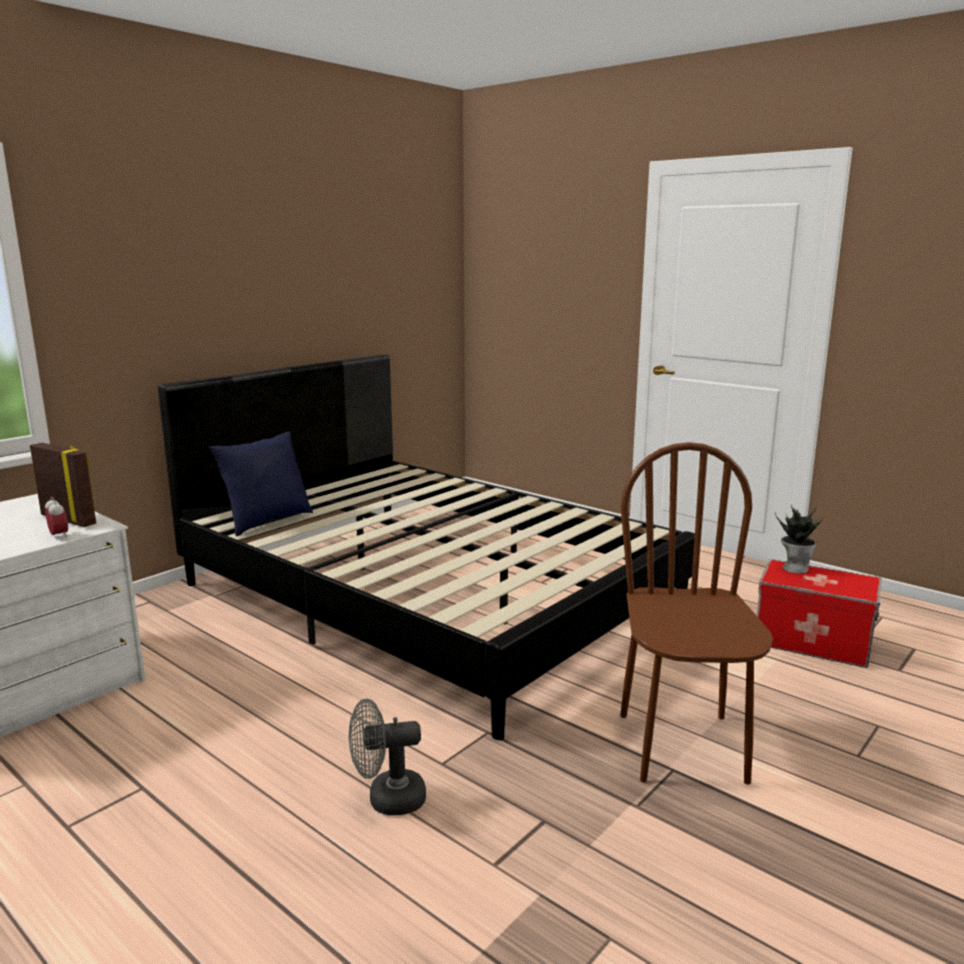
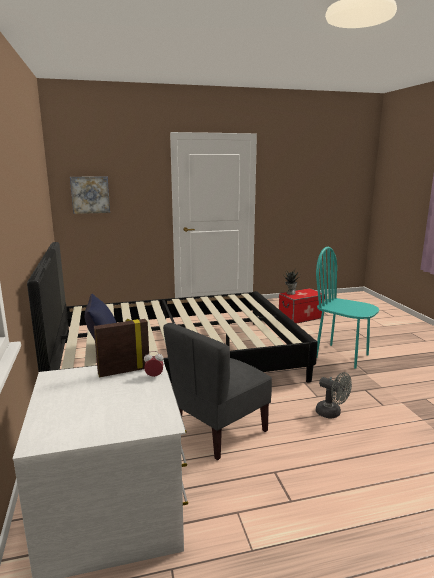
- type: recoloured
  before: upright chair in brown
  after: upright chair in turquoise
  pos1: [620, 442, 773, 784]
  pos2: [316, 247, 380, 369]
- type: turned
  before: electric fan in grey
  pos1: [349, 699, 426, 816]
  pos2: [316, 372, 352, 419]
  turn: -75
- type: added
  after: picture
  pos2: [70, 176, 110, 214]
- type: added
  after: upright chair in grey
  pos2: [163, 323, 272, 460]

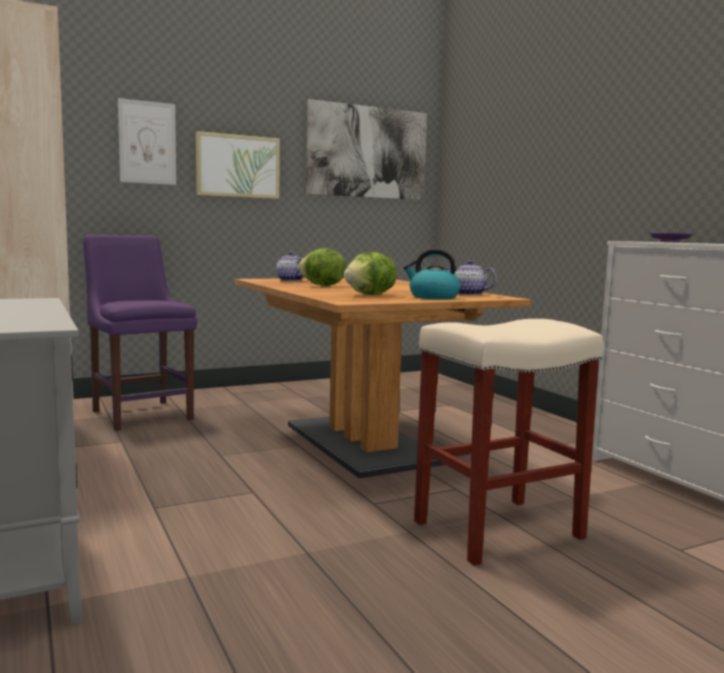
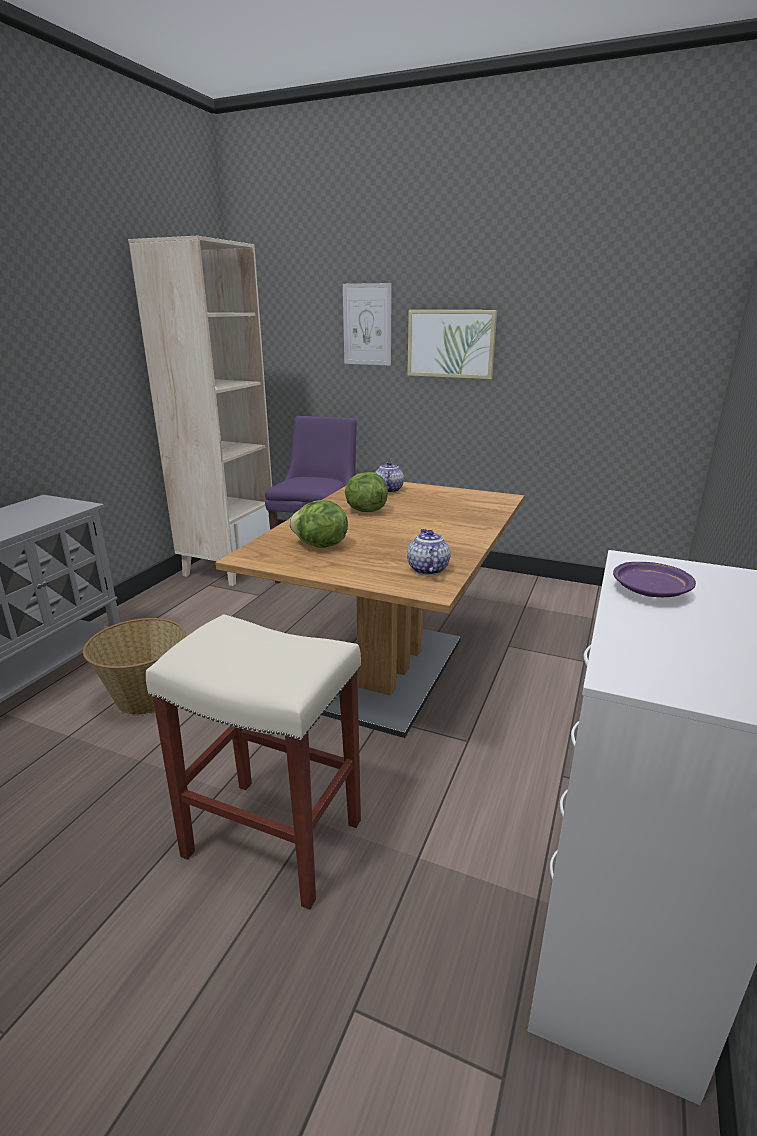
- type: removed
  before: picture
  pos1: [306, 99, 427, 200]
- type: removed
  before: water kettle
  pos1: [404, 249, 460, 299]
- type: added
  after: household basket
  pos2: [83, 618, 186, 715]

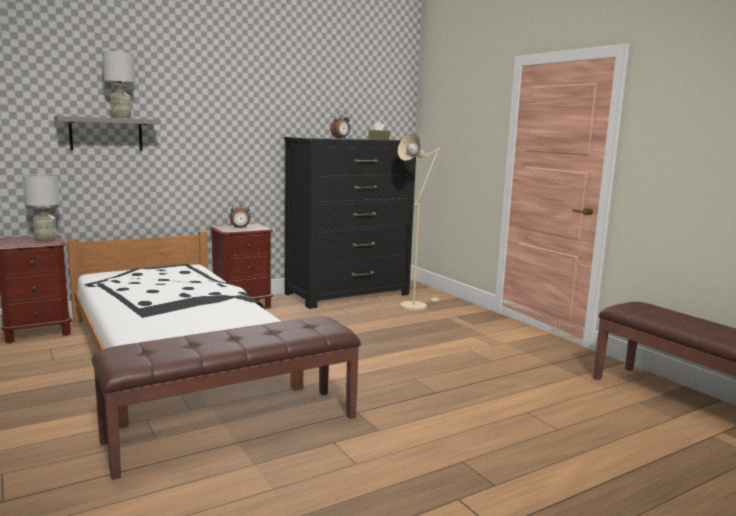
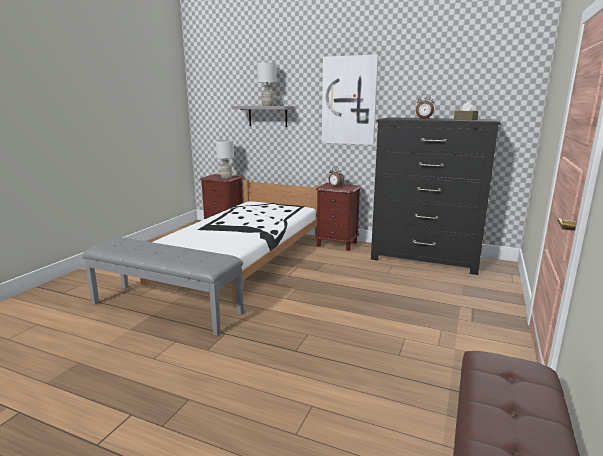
- type: removed
  before: standing lamp in sand-coloured
  pos1: [398, 133, 442, 311]
- type: recoloured
  before: bench in brown
  after: bench in grey
  pos1: [91, 316, 361, 480]
  pos2: [82, 238, 244, 336]
- type: added
  after: picture
  pos2: [322, 54, 379, 145]

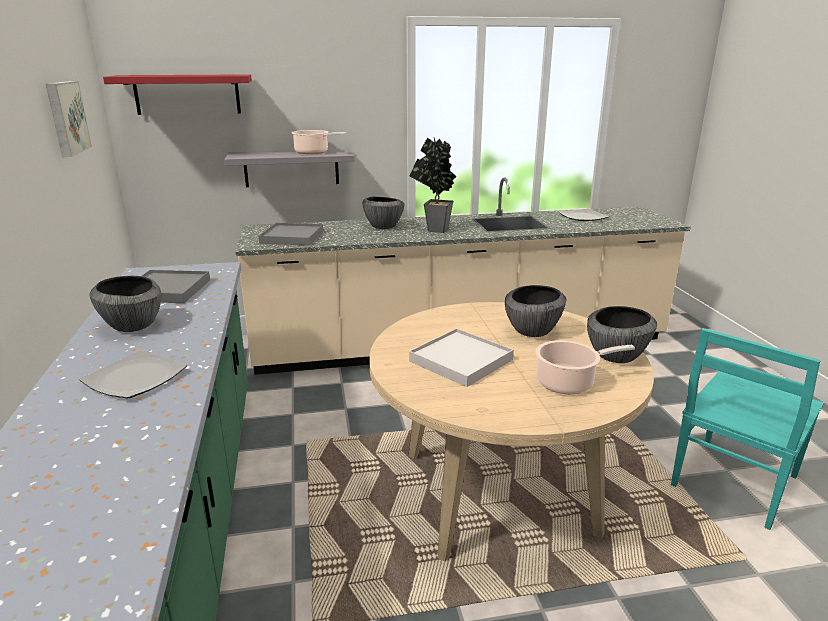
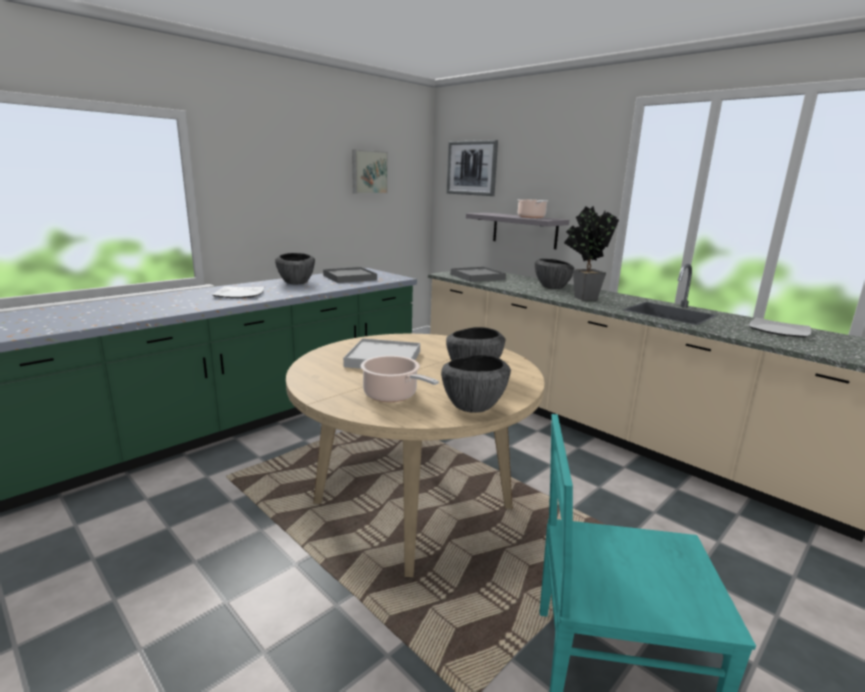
- type: replaced
  before: bracket shelf in reddish
  after: picture
  pos1: [103, 74, 252, 115]
  pos2: [447, 140, 498, 196]

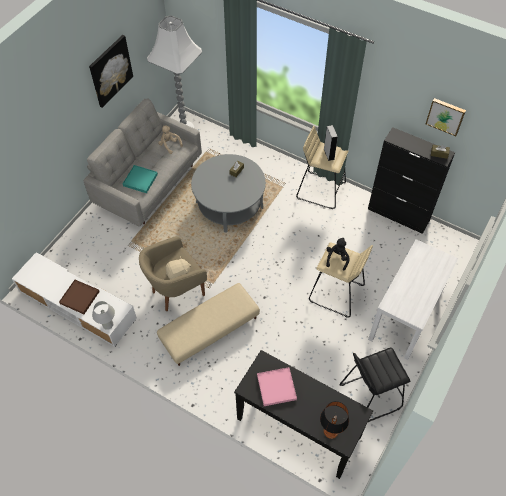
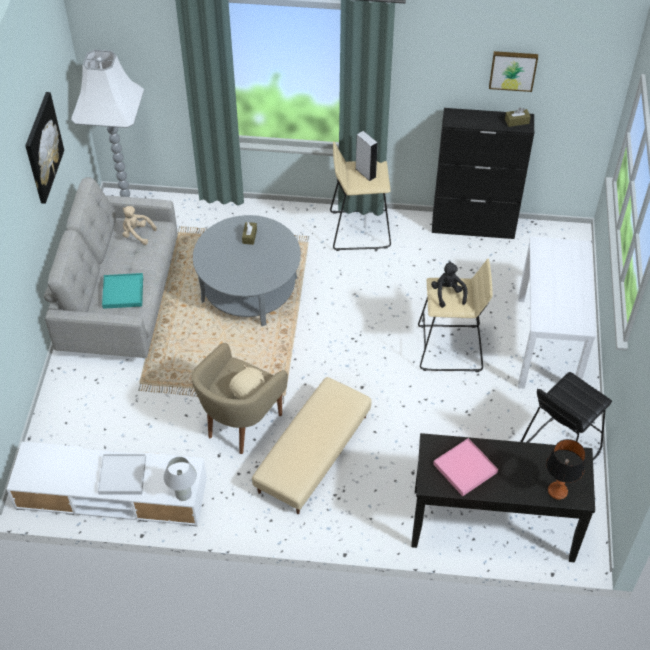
- type: recoloured
  before: tray in brown
  after: tray in white-coloured
  pos1: [59, 280, 100, 314]
  pos2: [98, 454, 146, 495]

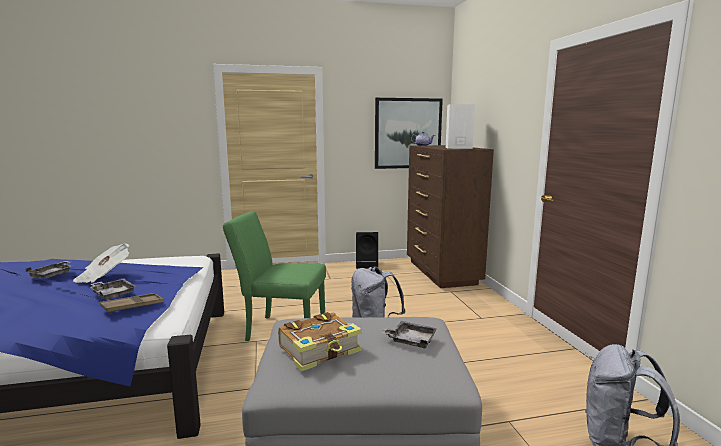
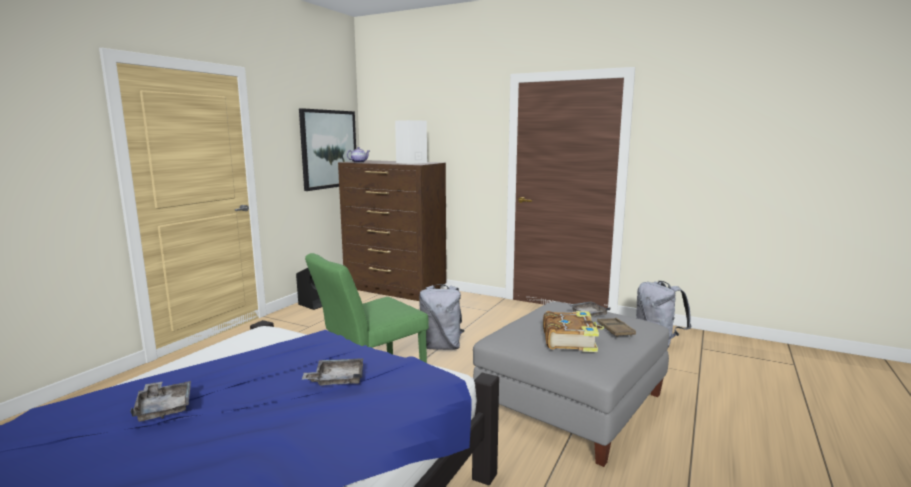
- type: removed
  before: daily paper
  pos1: [73, 243, 130, 283]
- type: moved
  before: tray in brown
  pos1: [100, 293, 164, 314]
  pos2: [597, 318, 636, 337]

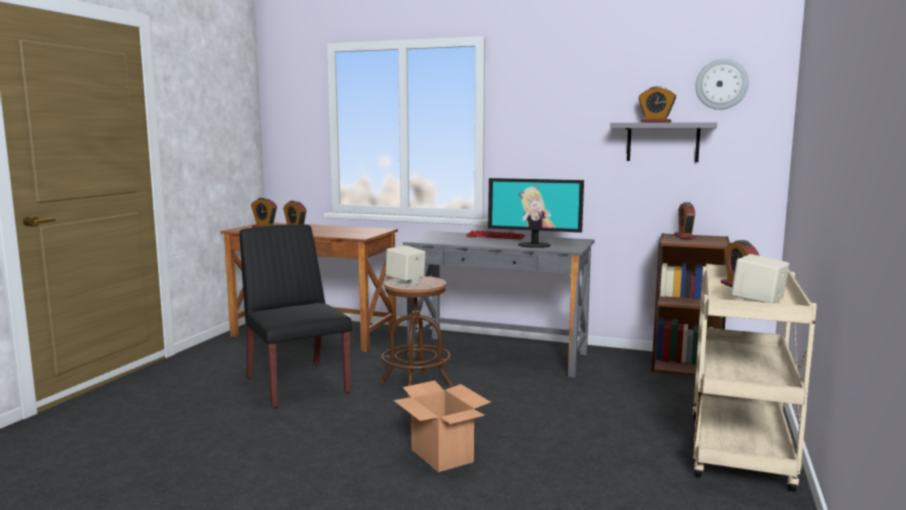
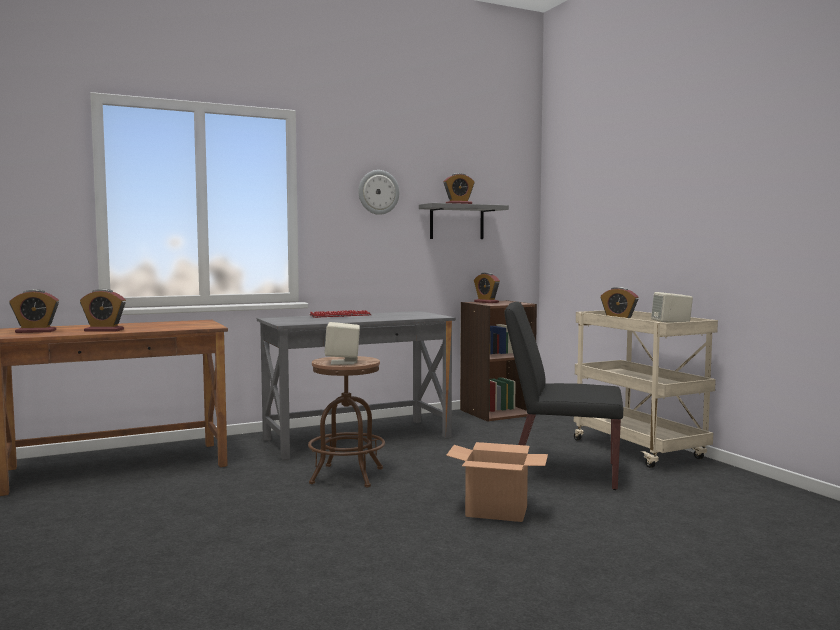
- type: moved
  before: clock on the wall
  pos1: [696, 59, 749, 110]
  pos2: [358, 170, 399, 215]
- type: removed
  before: monitor
  pos1: [488, 178, 584, 248]
- type: moved
  before: upright chair in black-coloured
  pos1: [240, 224, 352, 408]
  pos2: [505, 302, 623, 490]

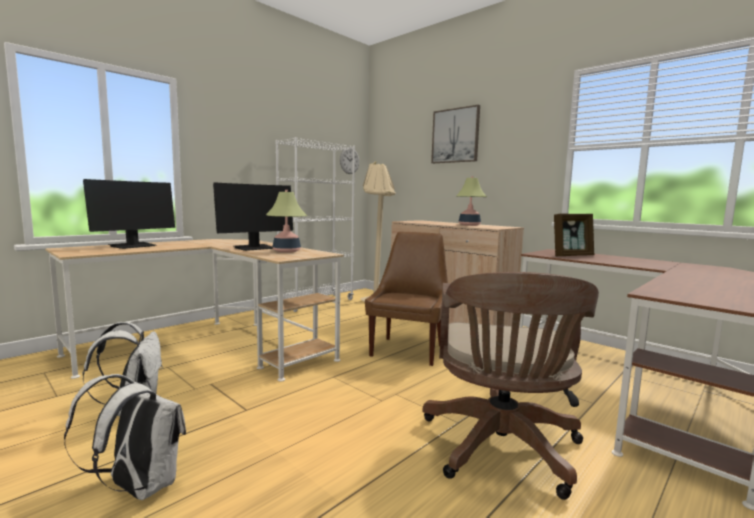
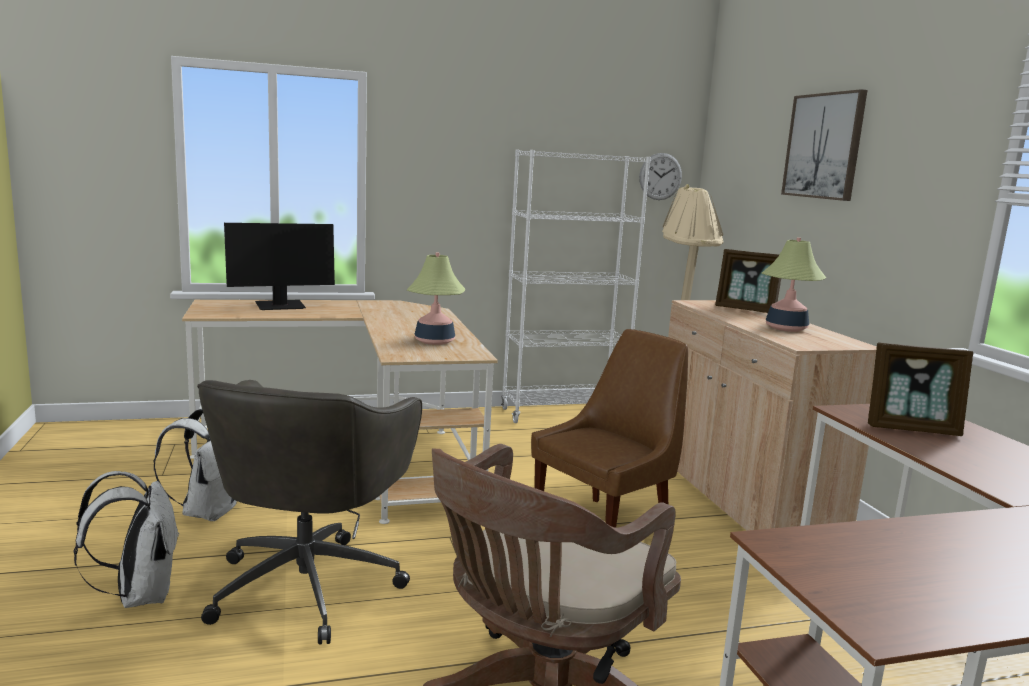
- type: removed
  before: monitor
  pos1: [213, 182, 293, 251]
- type: added
  after: picture frame
  pos2: [715, 249, 781, 313]
- type: added
  after: desk chair in grey
  pos2: [197, 380, 422, 644]

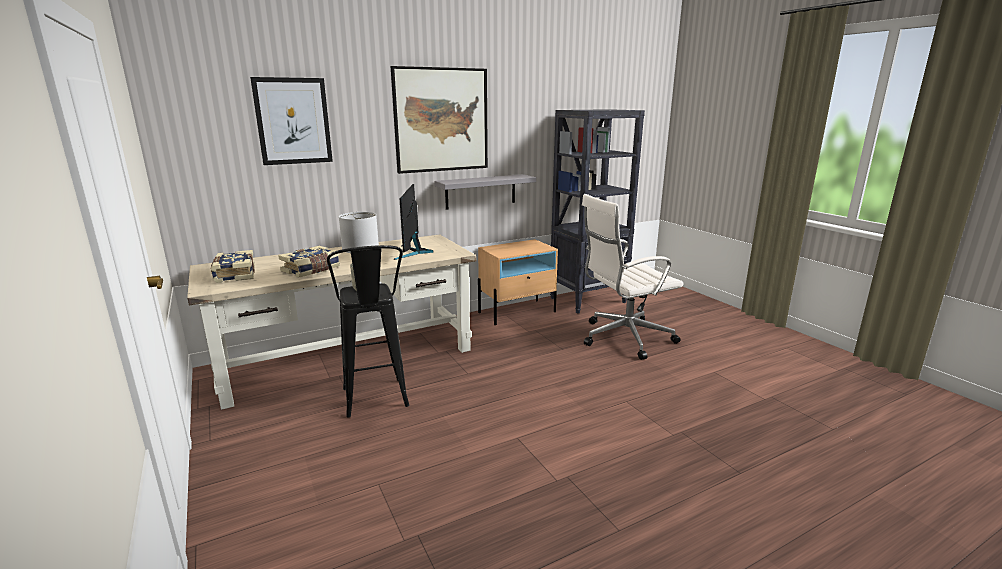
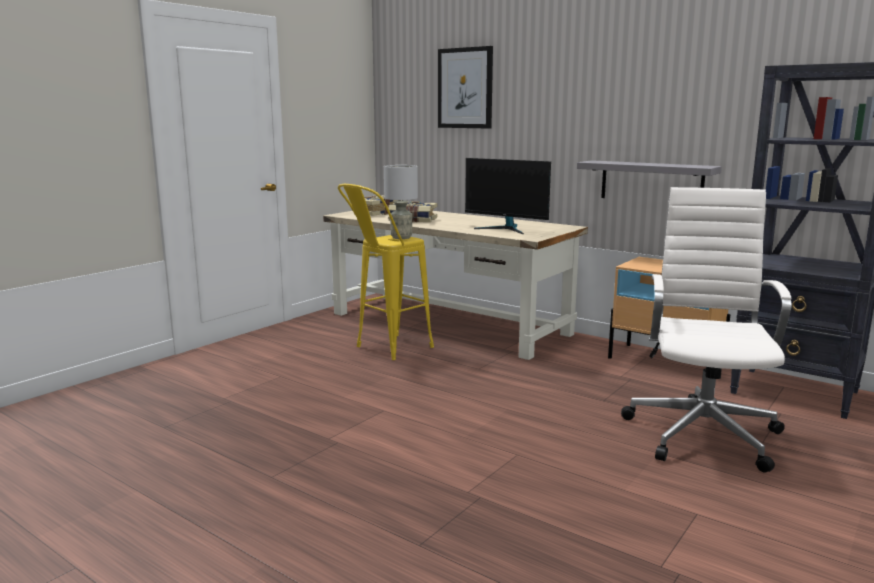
- type: removed
  before: picture
  pos1: [391, 66, 488, 174]
- type: turned
  before: monitor
  pos1: [393, 184, 434, 260]
  pos2: [465, 158, 551, 234]
  turn: -120
- type: turned
  before: desk chair in white-coloured
  pos1: [582, 194, 683, 360]
  pos2: [621, 187, 792, 473]
  turn: 60
- type: recoloured
  before: stool in black-coloured
  after: stool in yellow-coloured
  pos1: [327, 245, 409, 417]
  pos2: [338, 184, 434, 360]

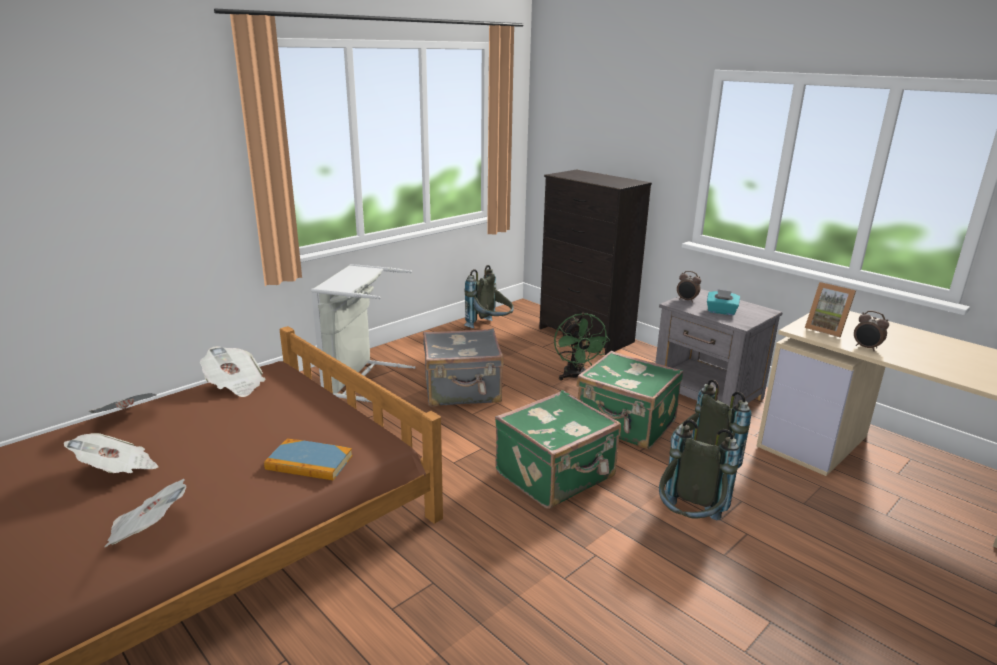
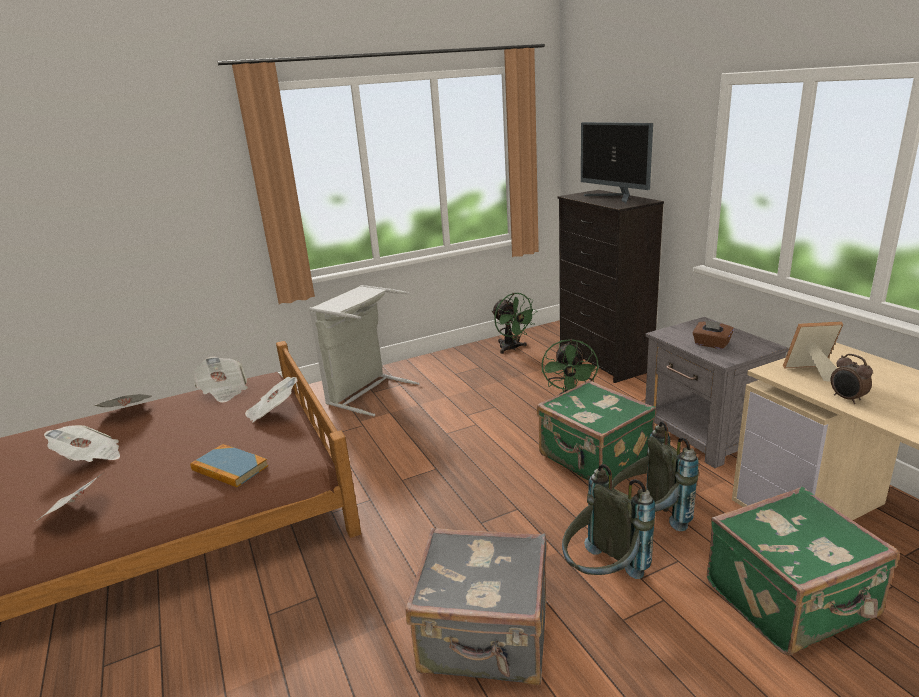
- type: replaced
  before: backpack in grey
  after: electric fan in greenish
  pos1: [464, 265, 514, 328]
  pos2: [492, 293, 537, 354]
- type: removed
  before: alarm clock
  pos1: [677, 271, 701, 303]
- type: turned
  before: picture frame
  pos1: [805, 282, 856, 338]
  pos2: [783, 321, 843, 382]
  turn: 120
- type: recoloured
  before: tissue box in turquoise
  after: tissue box in brown
  pos1: [707, 289, 740, 315]
  pos2: [692, 320, 734, 349]
- type: moved
  before: suitcase in grey
  pos1: [423, 329, 504, 406]
  pos2: [406, 528, 547, 685]
- type: moved
  before: suitcase in greenish
  pos1: [495, 390, 621, 509]
  pos2: [707, 486, 899, 656]
- type: added
  after: monitor
  pos2: [581, 122, 653, 203]
- type: added
  after: daily paper
  pos2: [245, 377, 298, 423]

